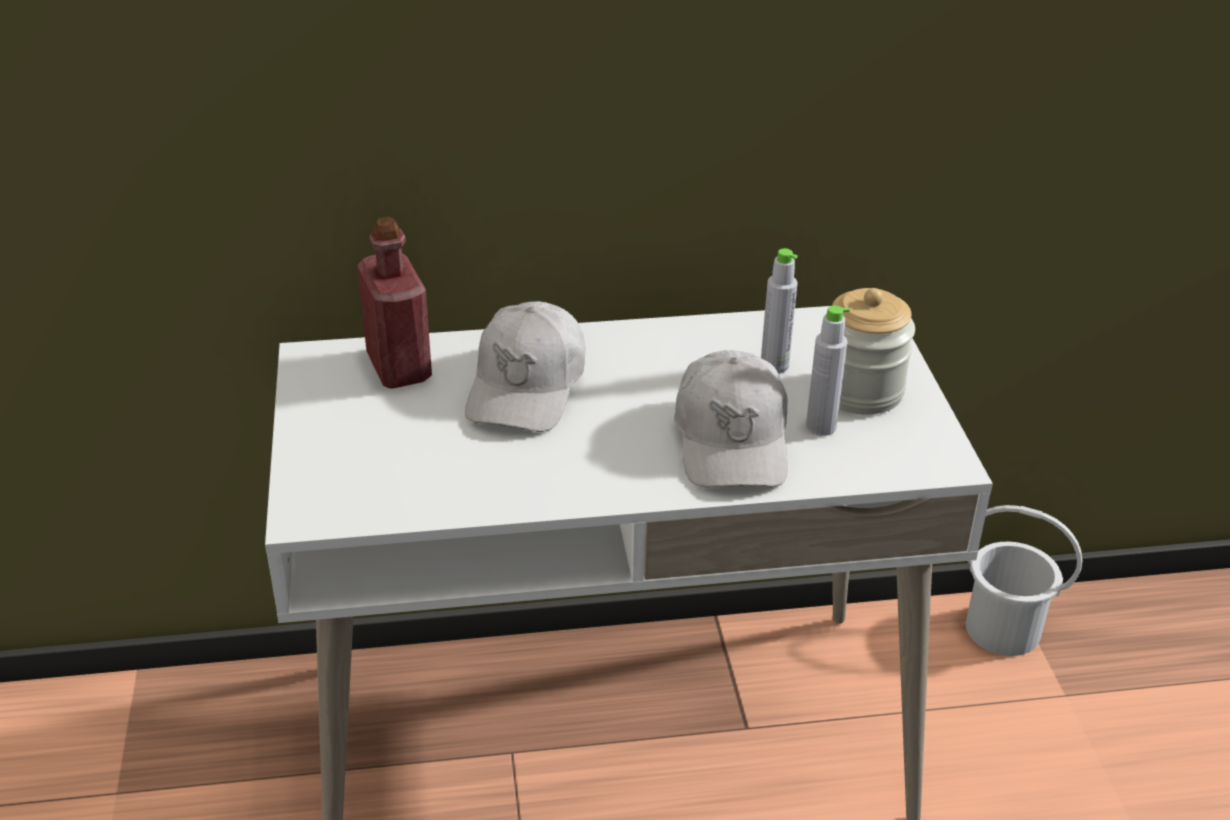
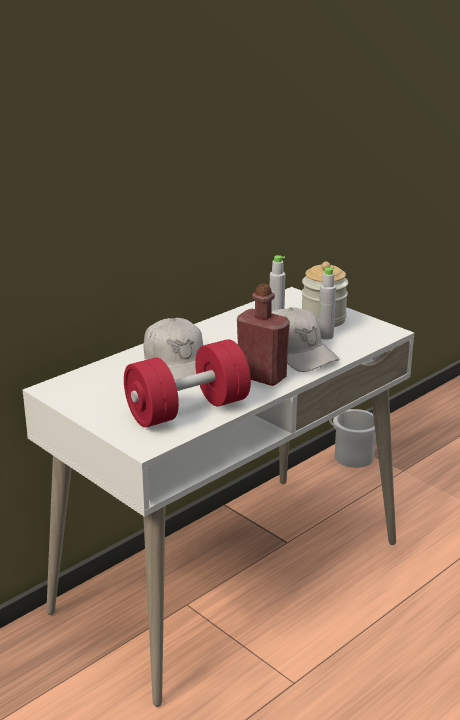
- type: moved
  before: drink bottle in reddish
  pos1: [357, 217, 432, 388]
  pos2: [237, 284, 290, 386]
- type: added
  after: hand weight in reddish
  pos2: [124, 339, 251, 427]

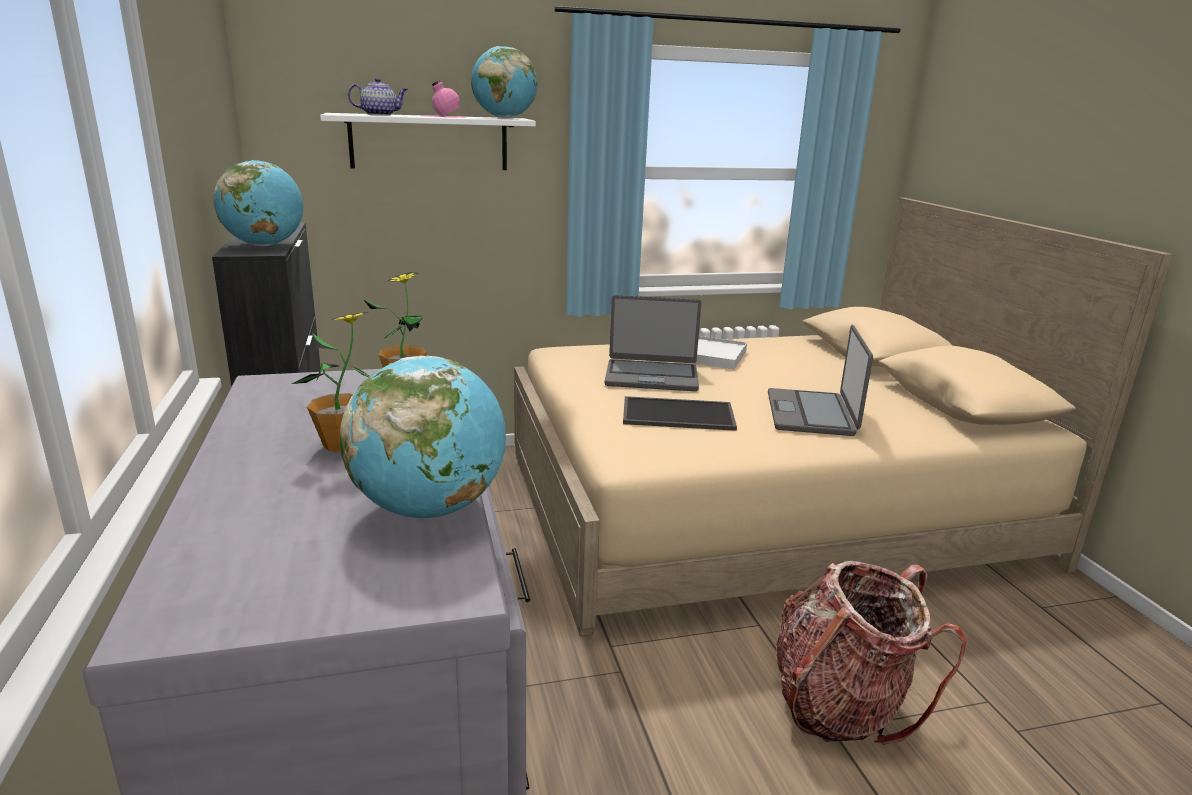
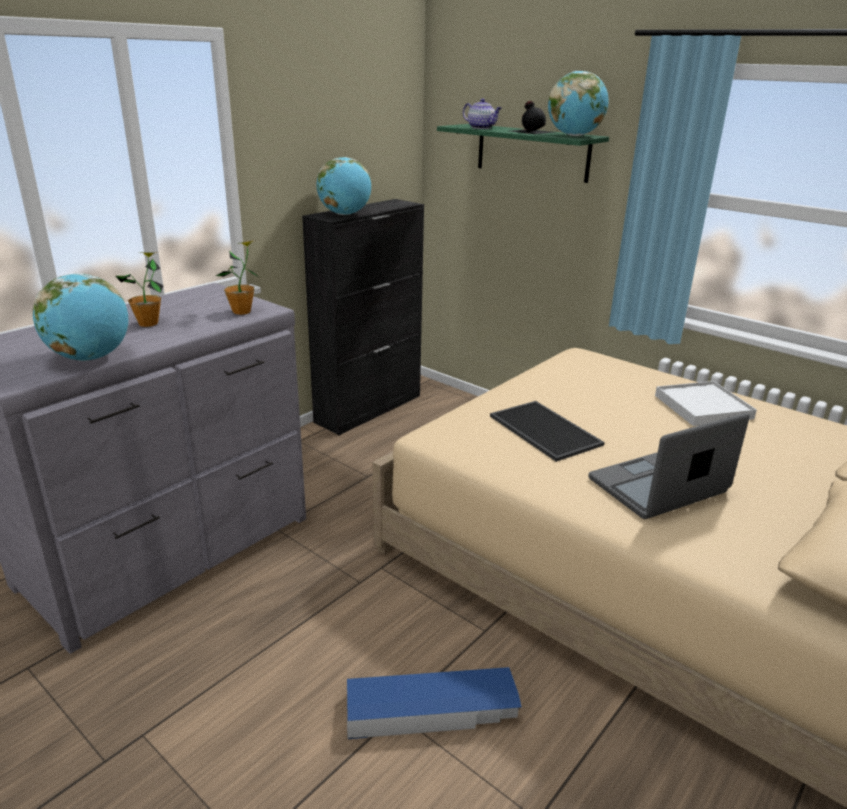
- type: recoloured
  before: drink bottle in pink
  after: drink bottle in black-coloured
  pos1: [423, 80, 466, 118]
  pos2: [510, 101, 555, 134]
- type: recoloured
  before: bracket shelf in white-coloured
  after: bracket shelf in greenish
  pos1: [320, 113, 536, 170]
  pos2: [437, 124, 609, 183]
- type: removed
  before: laptop
  pos1: [605, 295, 701, 391]
- type: replaced
  before: backpack
  after: storage container in bluish
  pos1: [776, 561, 967, 745]
  pos2: [347, 667, 522, 739]

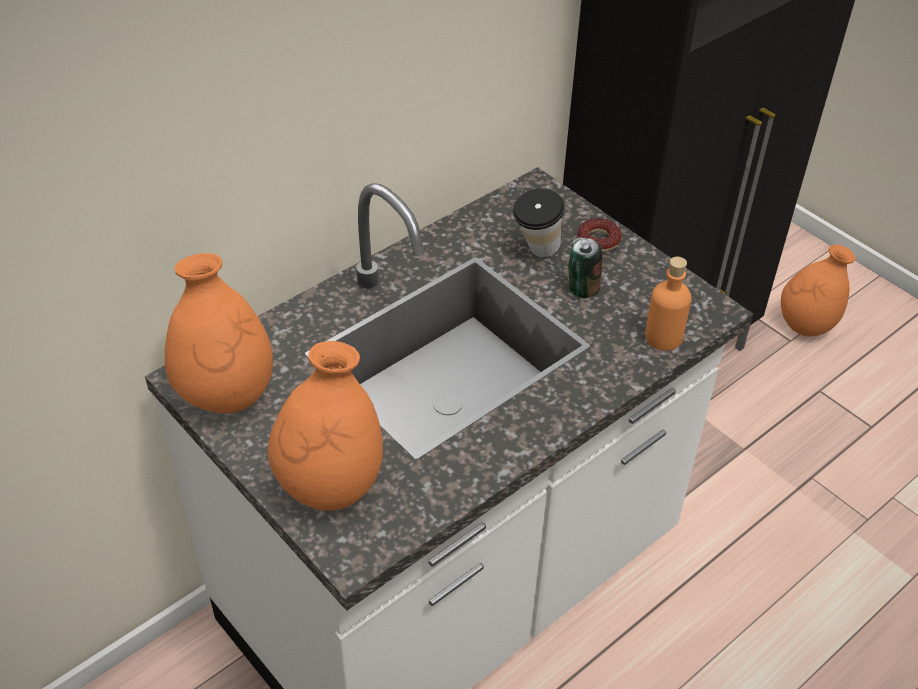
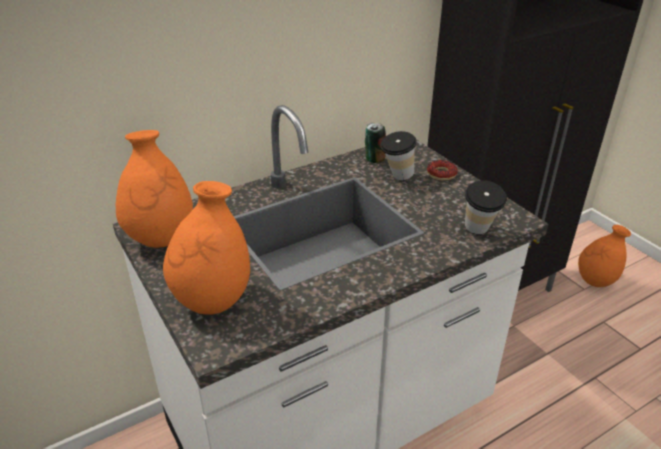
- type: moved
  before: sealed can
  pos1: [568, 237, 602, 298]
  pos2: [365, 123, 386, 163]
- type: replaced
  before: drink bottle in orange
  after: small cup
  pos1: [645, 257, 691, 351]
  pos2: [465, 180, 507, 234]

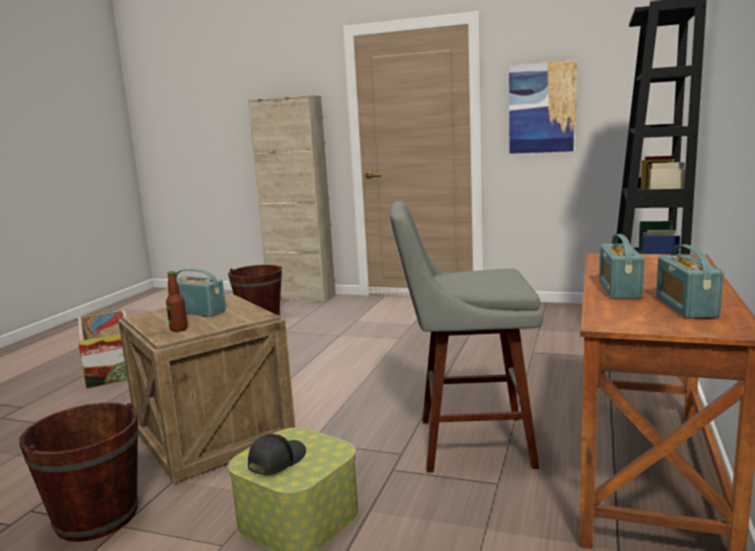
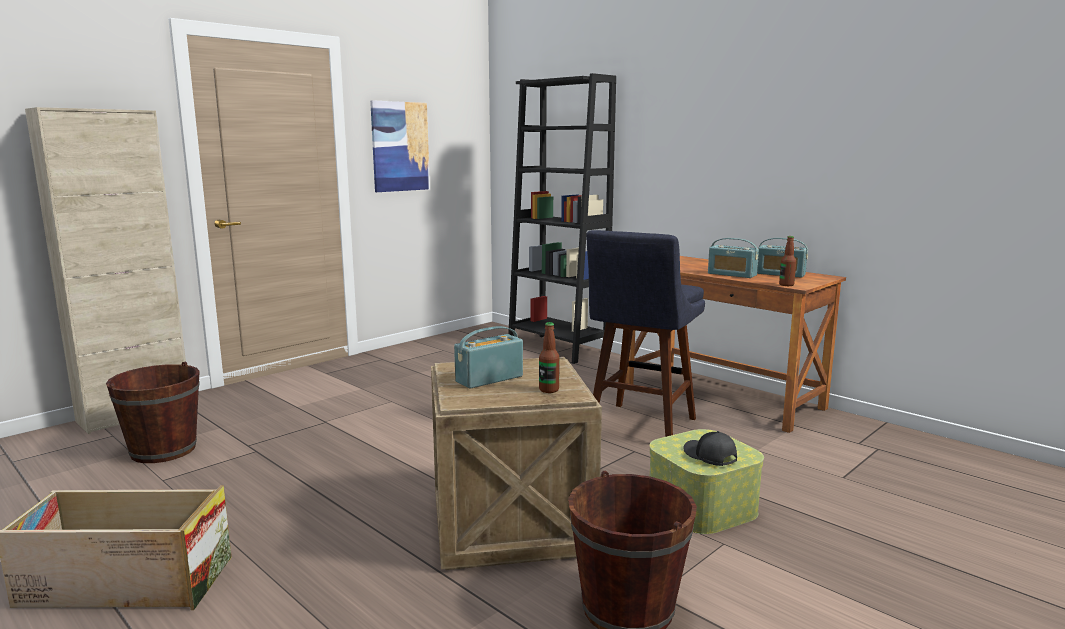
- type: recoloured
  before: stool in grey
  after: stool in bluish
  pos1: [390, 201, 543, 473]
  pos2: [586, 230, 705, 437]
- type: added
  after: drink bottle
  pos2: [779, 236, 796, 286]

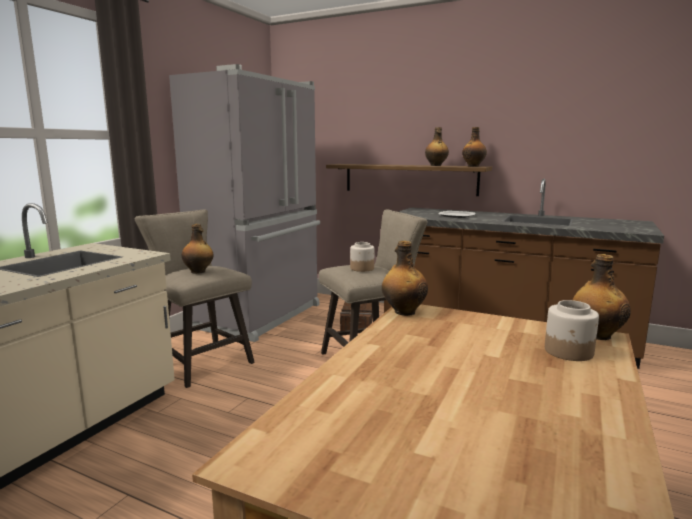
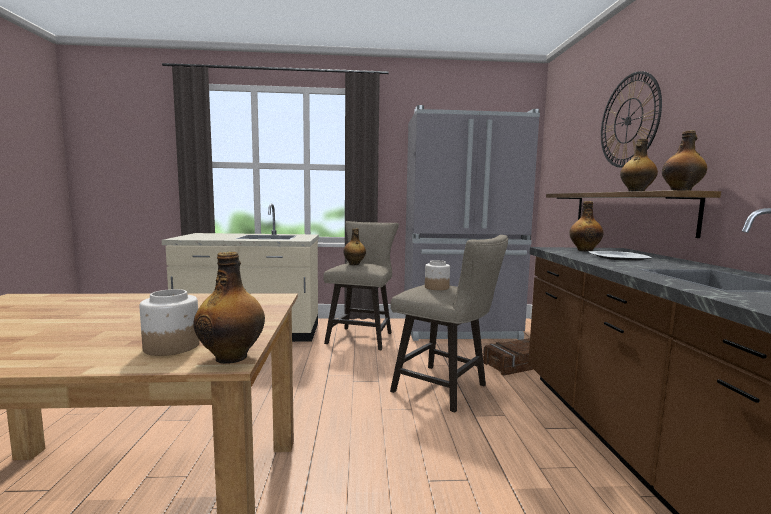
- type: moved
  before: drink bottle
  pos1: [382, 241, 428, 316]
  pos2: [569, 201, 604, 252]
- type: added
  after: clock on the wall
  pos2: [601, 71, 662, 168]

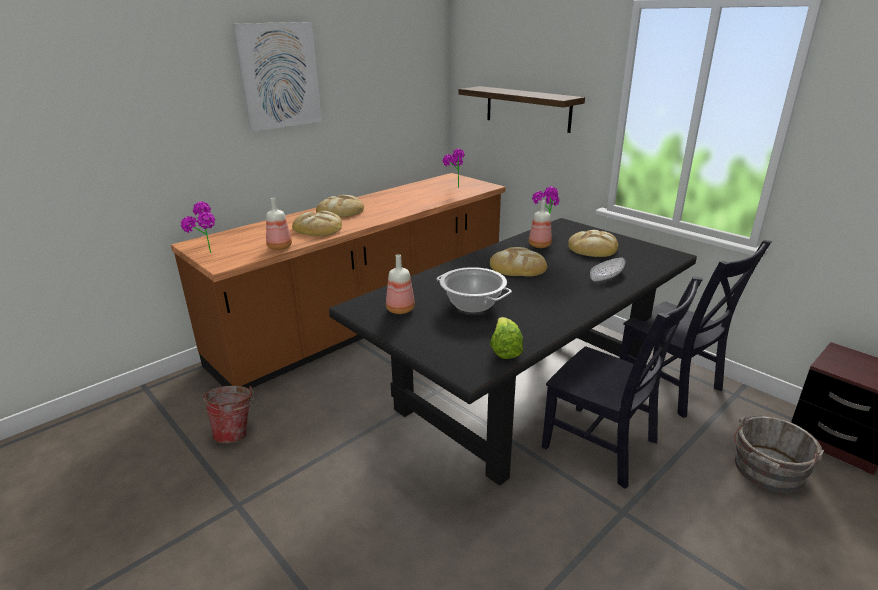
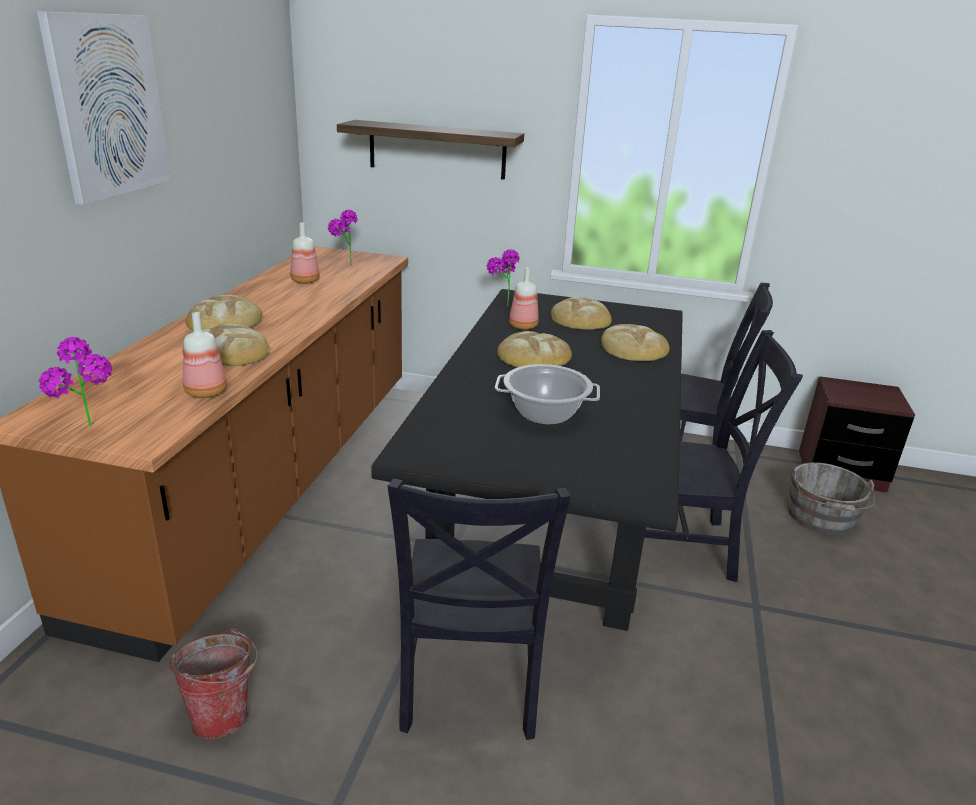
- type: moved
  before: drink bottle
  pos1: [386, 254, 415, 314]
  pos2: [290, 223, 320, 284]
- type: replaced
  before: deep dish in white-coloured
  after: bakery bread
  pos1: [590, 257, 625, 281]
  pos2: [601, 324, 670, 361]
- type: removed
  before: head of lettuce
  pos1: [490, 317, 523, 359]
- type: added
  after: upright chair in black-coloured
  pos2: [388, 479, 571, 740]

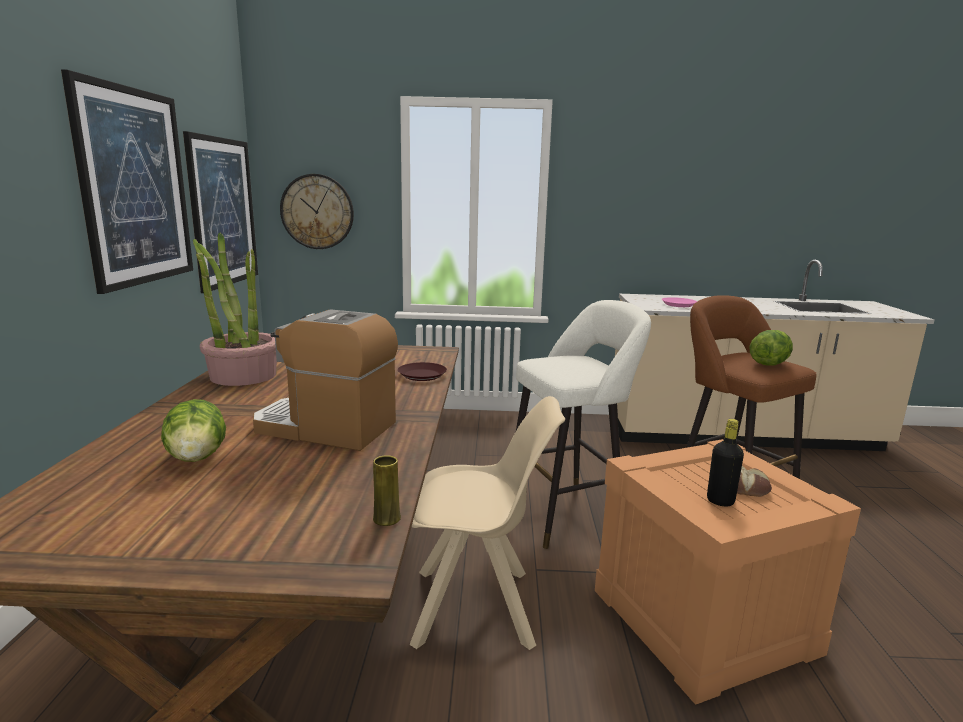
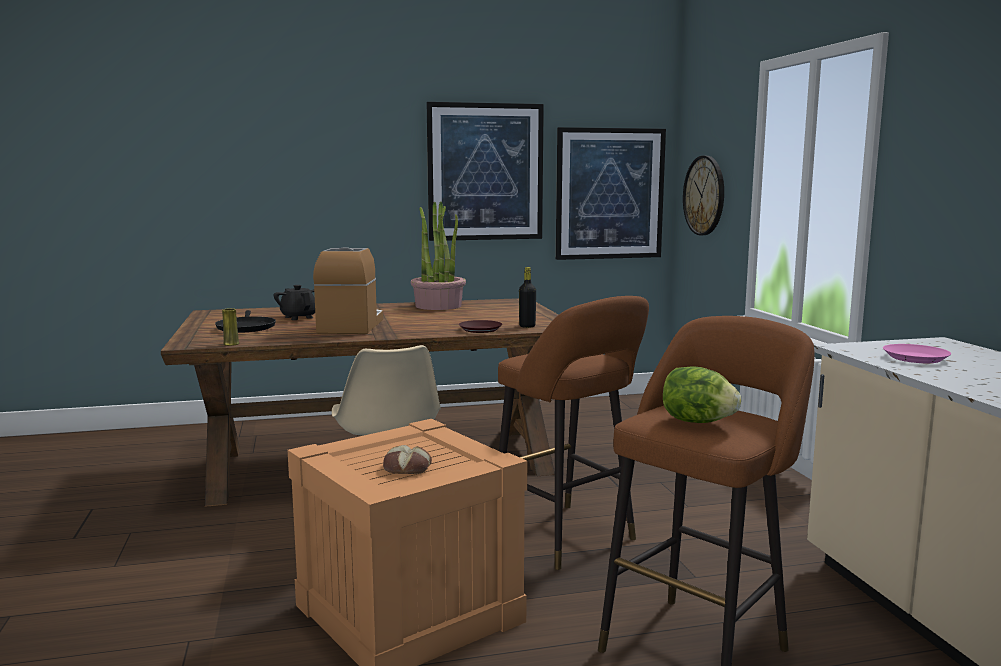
- type: recoloured
  before: stool in white-coloured
  after: stool in brown
  pos1: [516, 300, 651, 549]
  pos2: [498, 296, 649, 570]
- type: replaced
  before: head of lettuce
  after: tea pot in black-coloured
  pos1: [161, 399, 226, 462]
  pos2: [274, 285, 315, 320]
- type: moved
  before: drink bottle in black-coloured
  pos1: [707, 419, 744, 506]
  pos2: [519, 267, 536, 328]
- type: added
  after: skillet in black-coloured
  pos2: [215, 310, 276, 333]

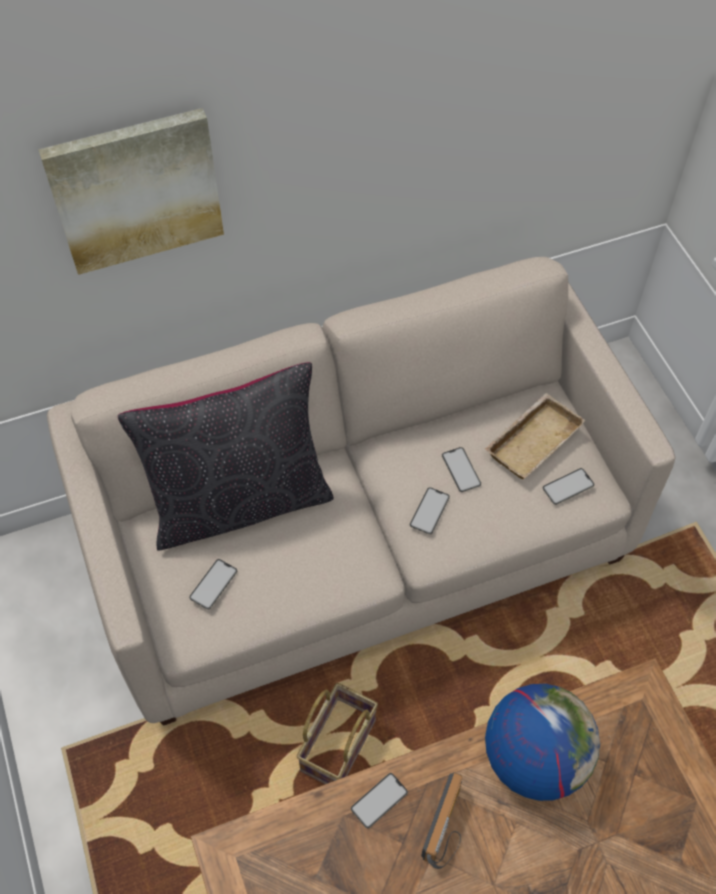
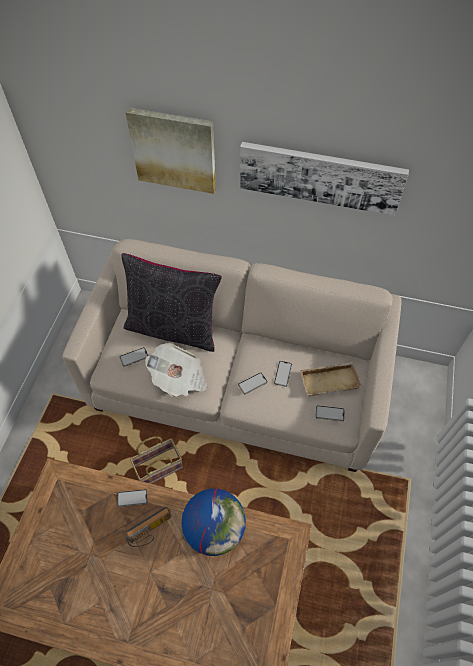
- type: added
  after: picture
  pos2: [240, 142, 409, 216]
- type: added
  after: daily paper
  pos2: [145, 343, 208, 397]

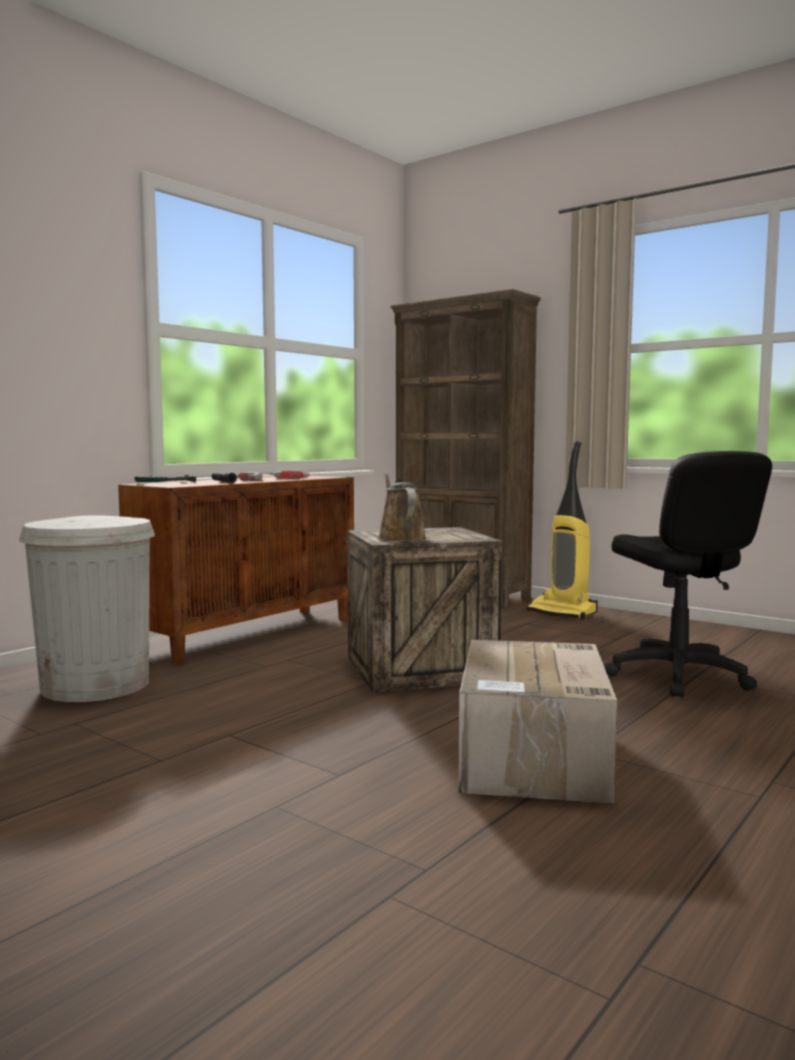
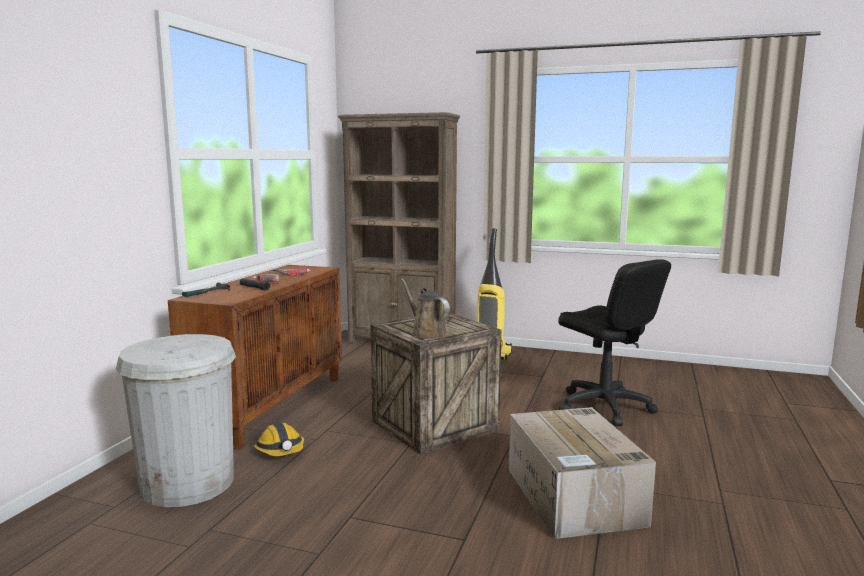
- type: added
  after: work helmet
  pos2: [254, 422, 304, 456]

